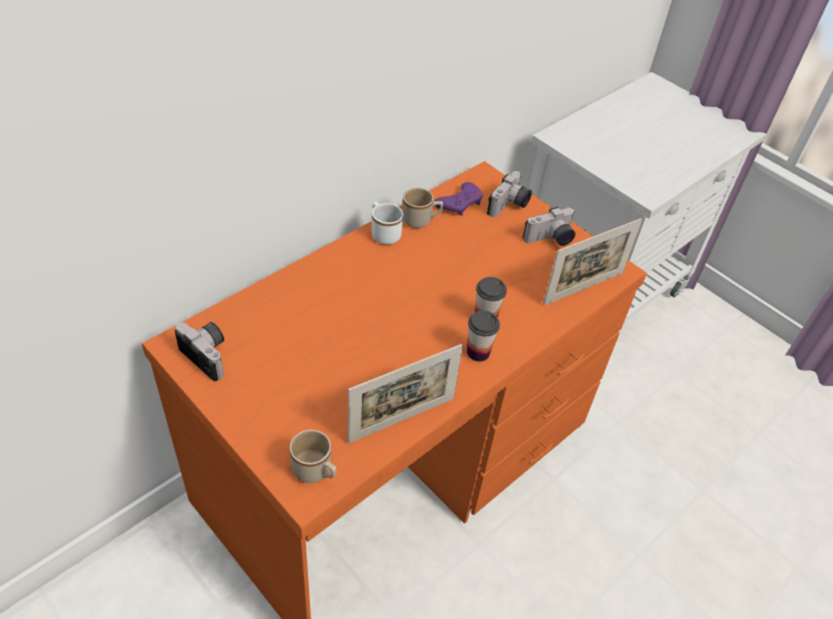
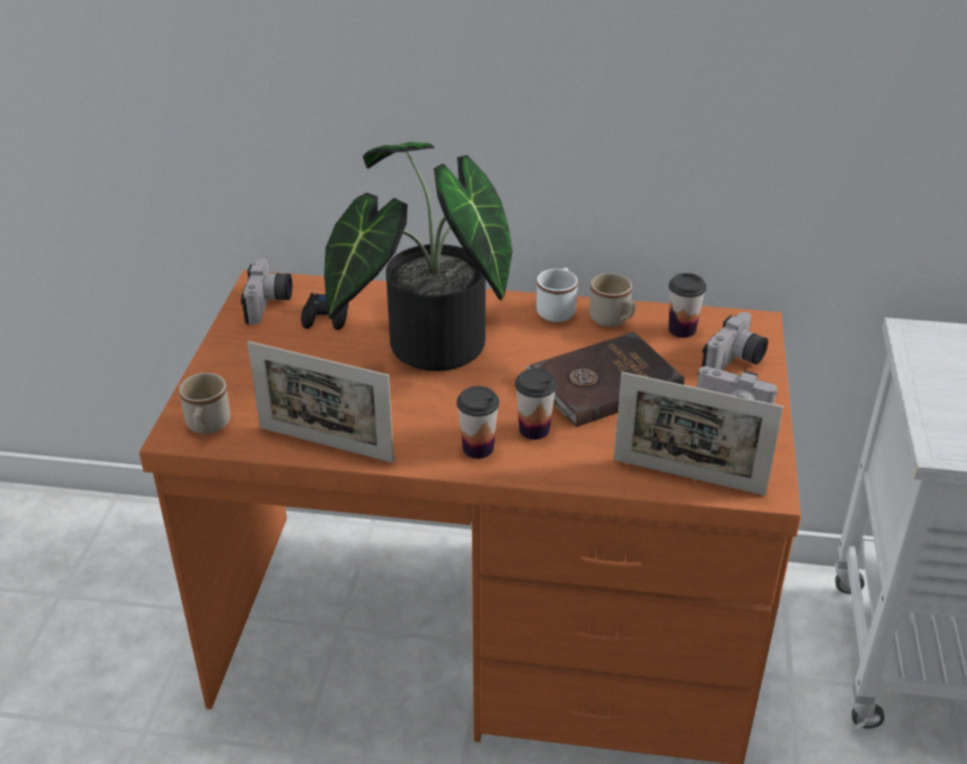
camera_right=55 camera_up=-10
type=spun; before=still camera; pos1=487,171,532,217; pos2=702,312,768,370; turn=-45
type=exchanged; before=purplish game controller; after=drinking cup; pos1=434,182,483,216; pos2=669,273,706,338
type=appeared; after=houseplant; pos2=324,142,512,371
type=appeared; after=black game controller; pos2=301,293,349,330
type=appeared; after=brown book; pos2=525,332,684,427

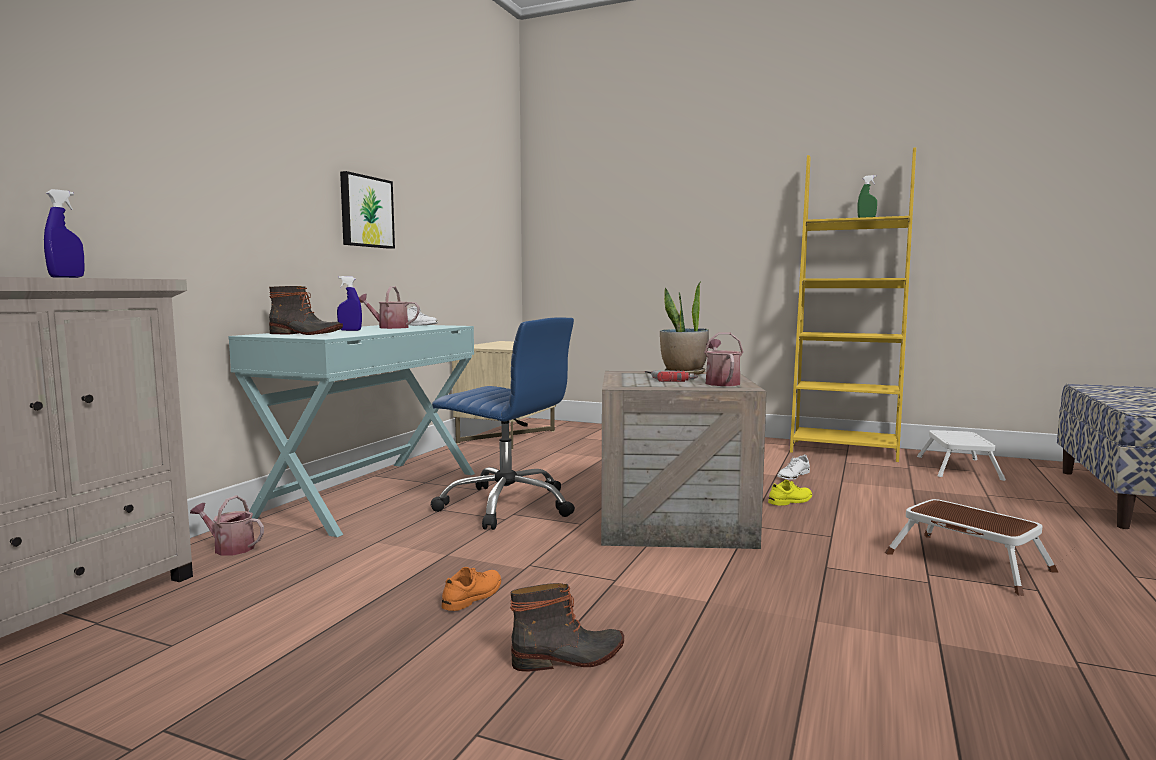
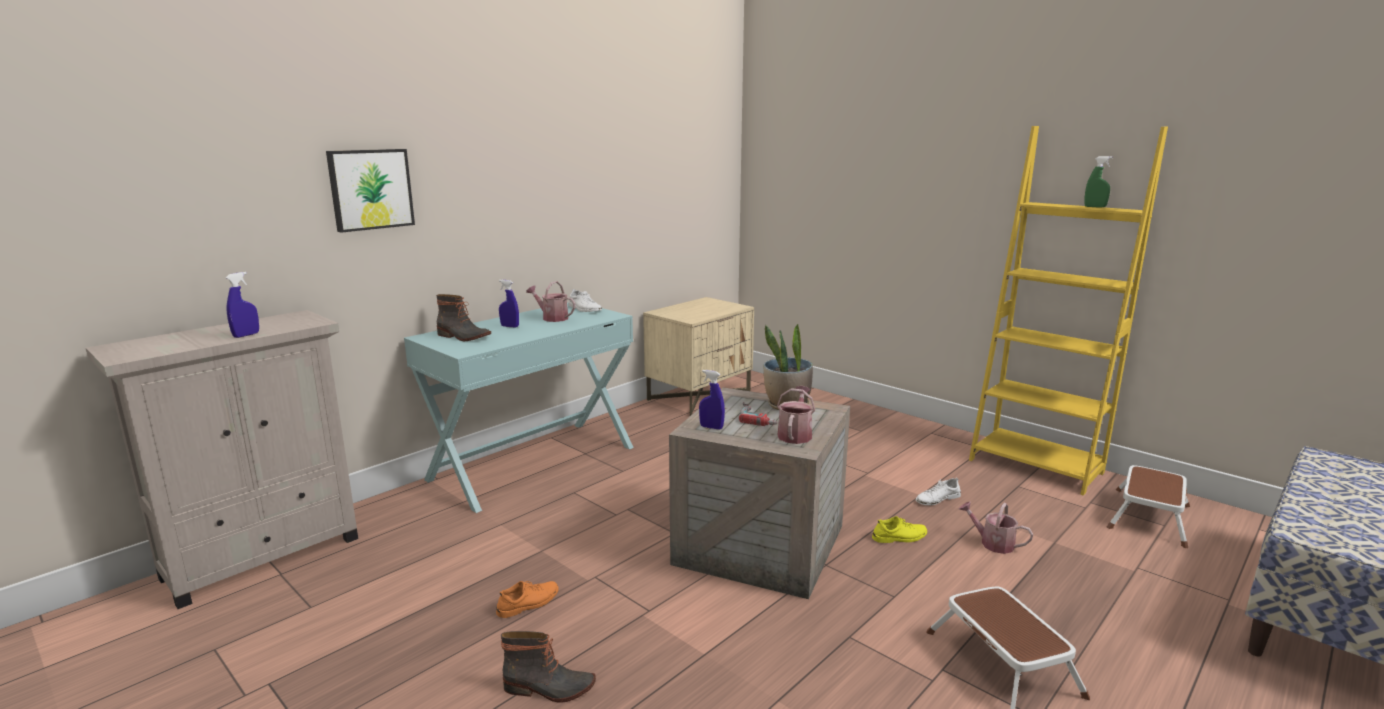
camera_right=20 camera_up=10
type=relocated; before=wall picture; pos1=340,171,395,249; pos2=326,149,415,233
type=missing; before=bluish desk chair; pos1=431,317,575,530
type=colour; before=whitish step ladder; after=brown step ladder; pos1=917,430,1006,481; pos2=1107,465,1190,548
type=relocated; before=watering can; pos1=190,495,264,556; pos2=959,501,1033,554
type=appeared; after=bluish hand sprayer; pos2=699,370,725,430

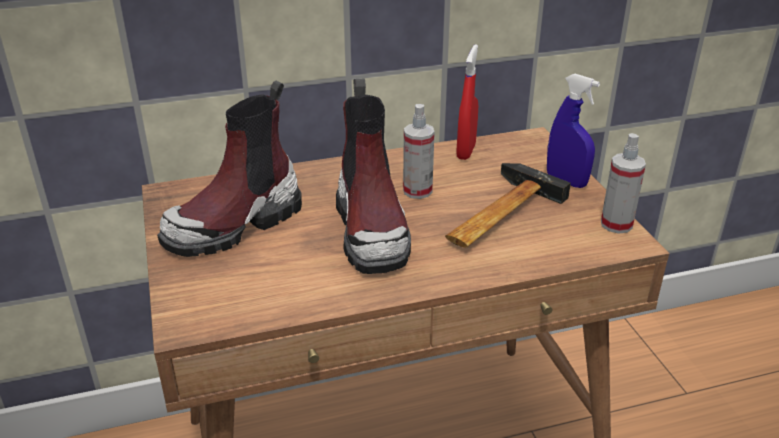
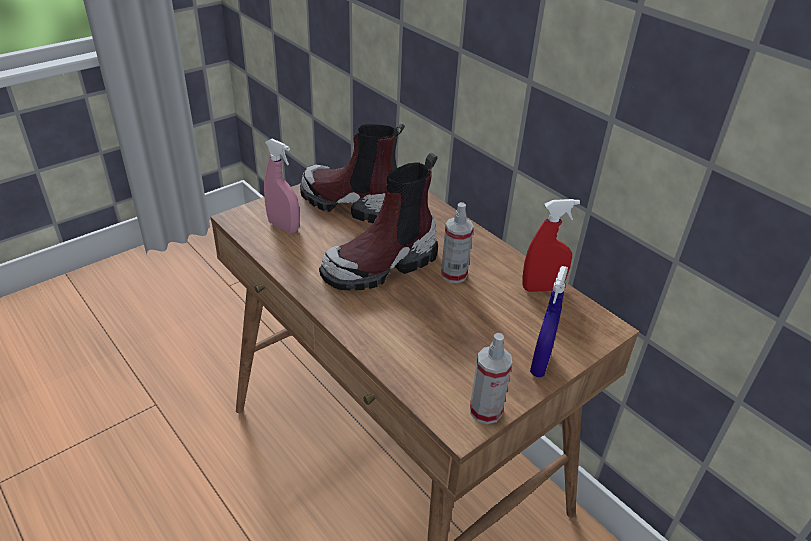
camera_right=65 camera_up=5
type=missing; before=tool hammer; pos1=445,163,571,248
type=appeared; after=pink-coloured hand sprayer; pos2=264,139,299,233

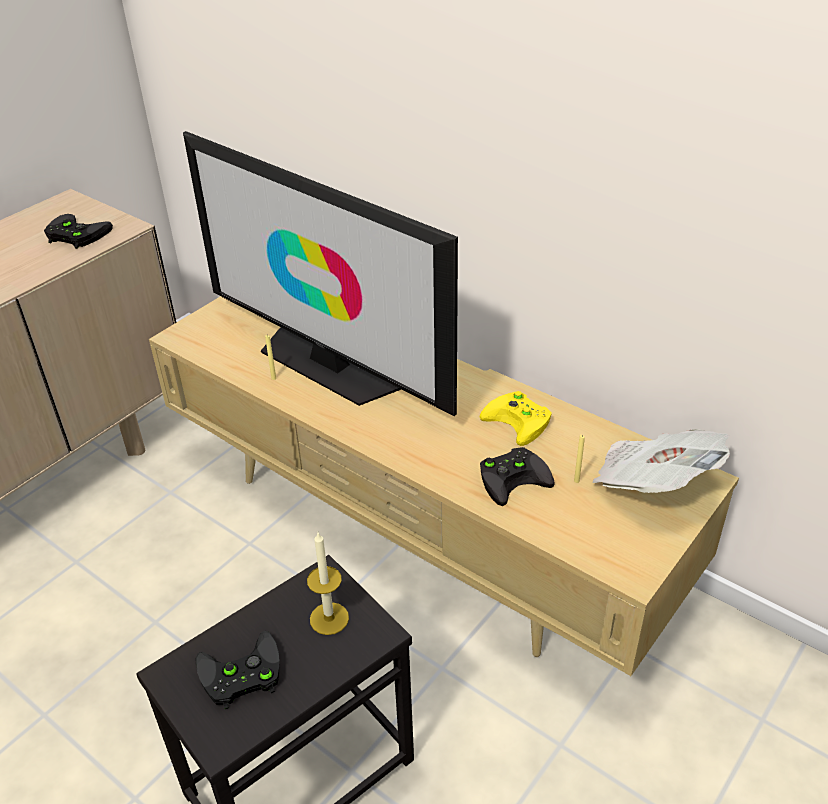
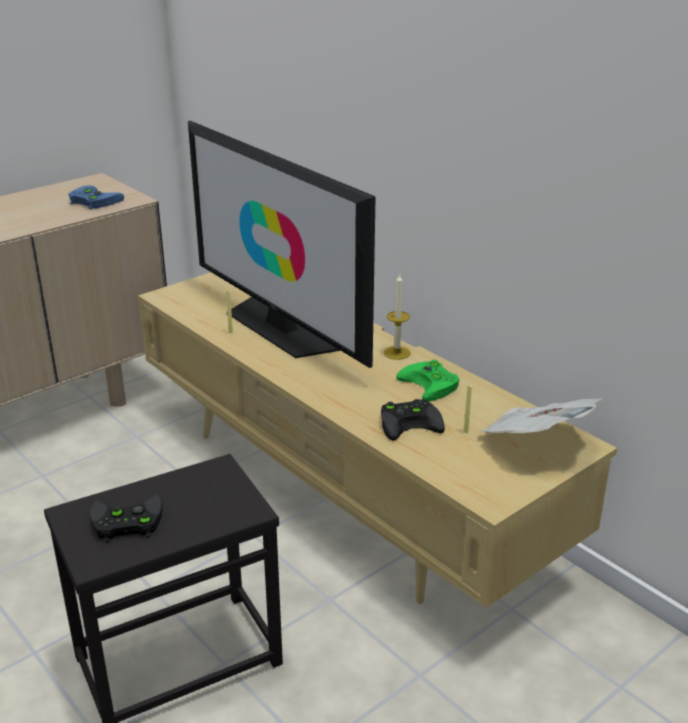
camera_right=10 camera_up=-10
type=colour; before=black game controller; after=bluish game controller; pos1=44,214,113,249; pos2=68,185,124,210
type=colour; before=yellow-coloured game controller; after=green-coloured game controller; pos1=480,391,552,446; pos2=396,360,460,402
type=relocated; before=wax candle; pos1=307,533,349,635; pos2=384,275,410,360

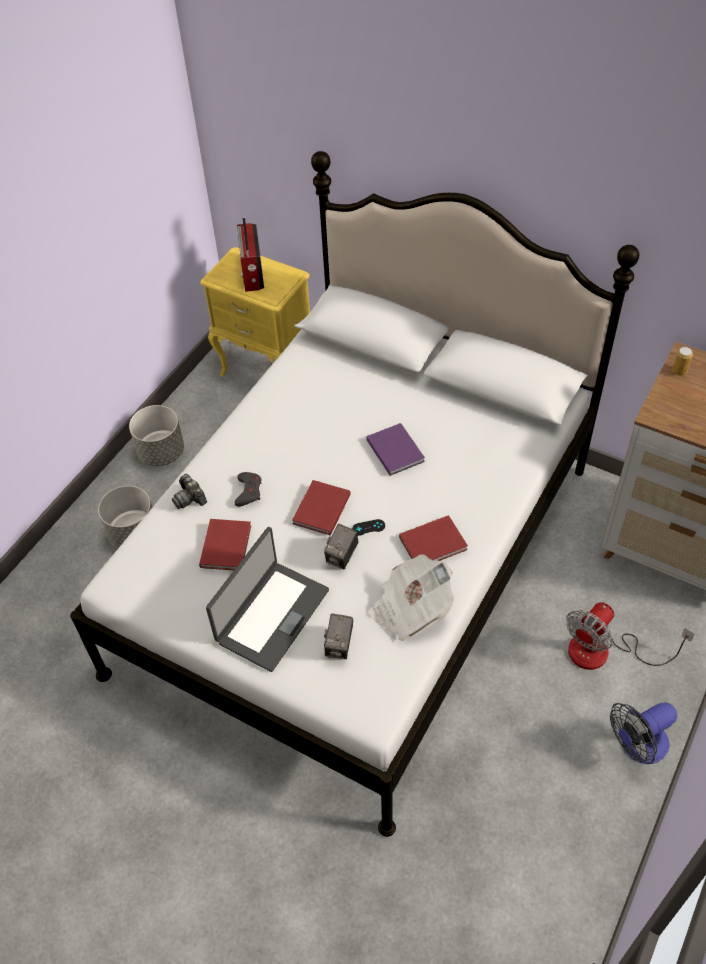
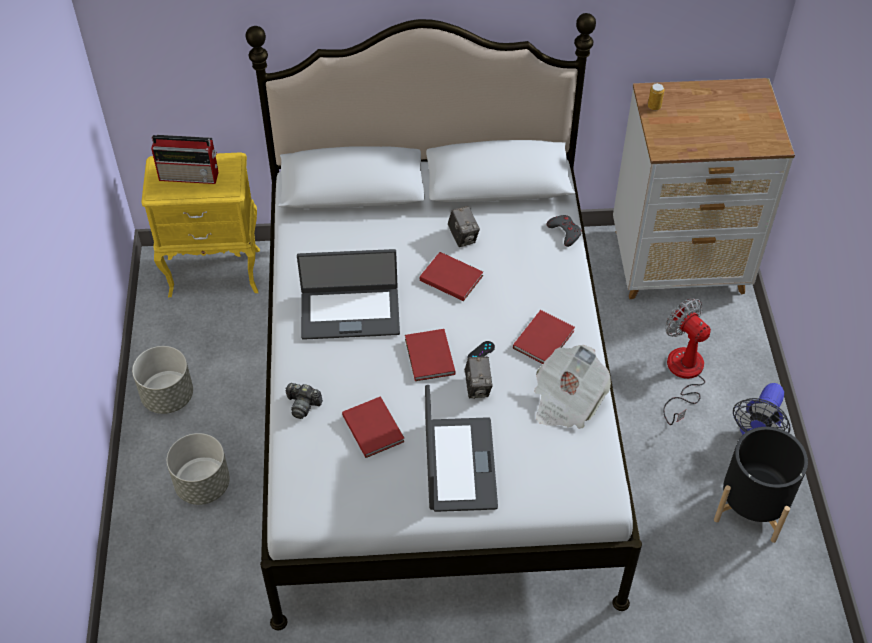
camera_right=-35 camera_up=0
type=spun; before=radio set; pos1=237,218,264,292; pos2=151,135,219,184; turn=-45
type=colour; before=purplish book; after=red-coloured book; pos1=367,423,425,476; pos2=420,252,483,301
type=relocated; before=greyish game controller; pos1=235,472,262,507; pos2=546,215,582,247
type=spun; before=electric fan; pos1=566,602,695,670; pos2=663,298,711,425; turn=135
type=relocated; before=still camera; pos1=324,614,353,659; pos2=448,206,480,247
type=appeared; after=laptop; pos2=297,249,400,340
type=appeared; after=black flower pot; pos2=714,427,808,543

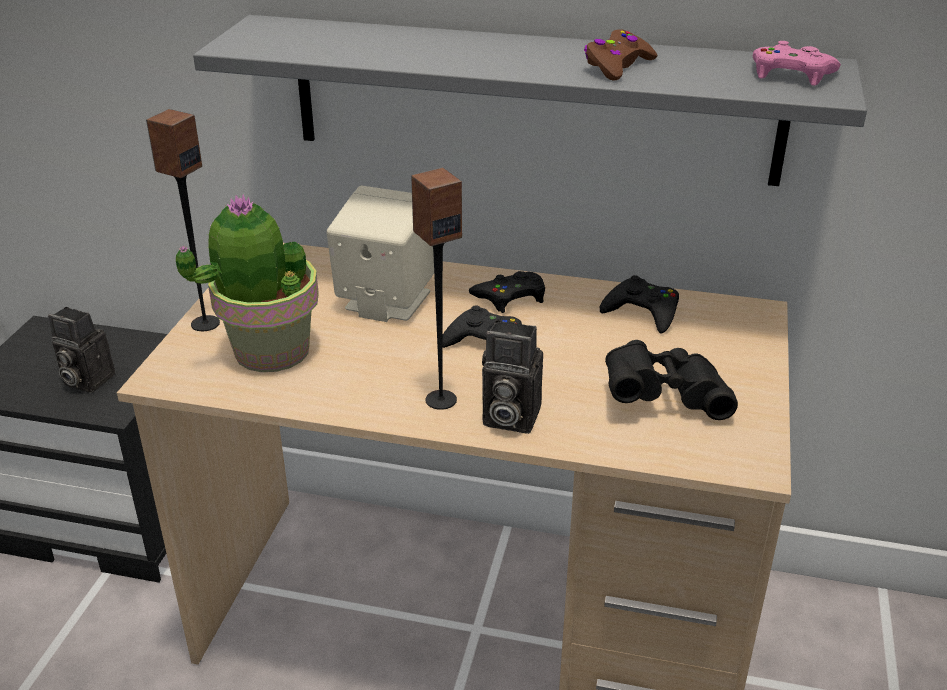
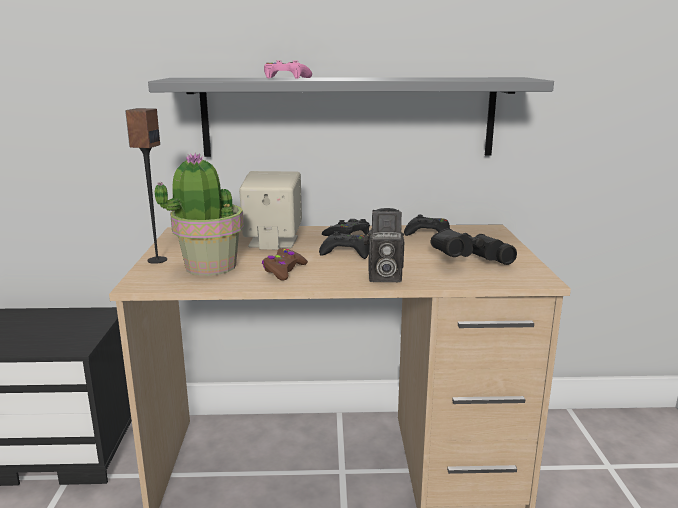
camera_right=-15 camera_up=-15
type=relocated; before=brown game controller; pos1=584,29,657,81; pos2=262,248,308,280
type=relocated; before=pink-coloured game controller; pos1=753,41,841,86; pos2=264,60,312,79
type=missing; before=loudspeaker; pos1=411,168,462,410
type=missing; before=still camera; pos1=48,307,115,393

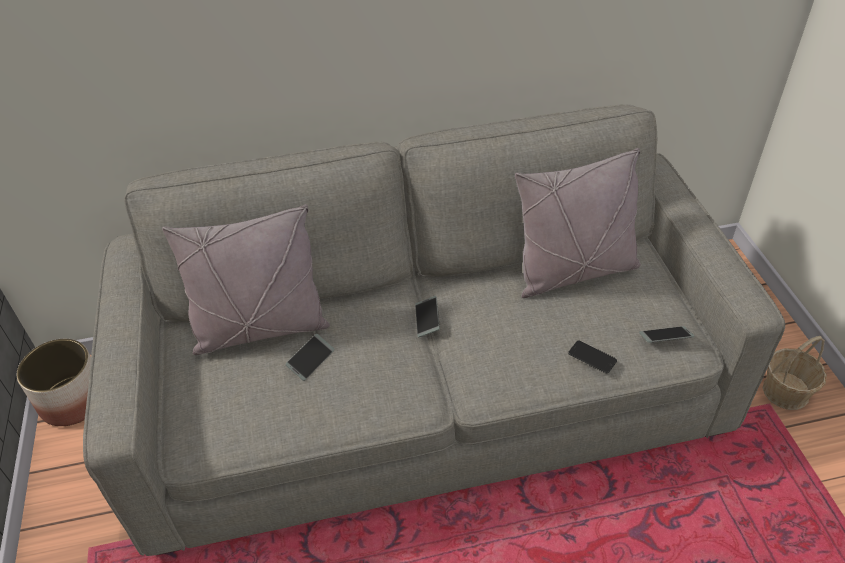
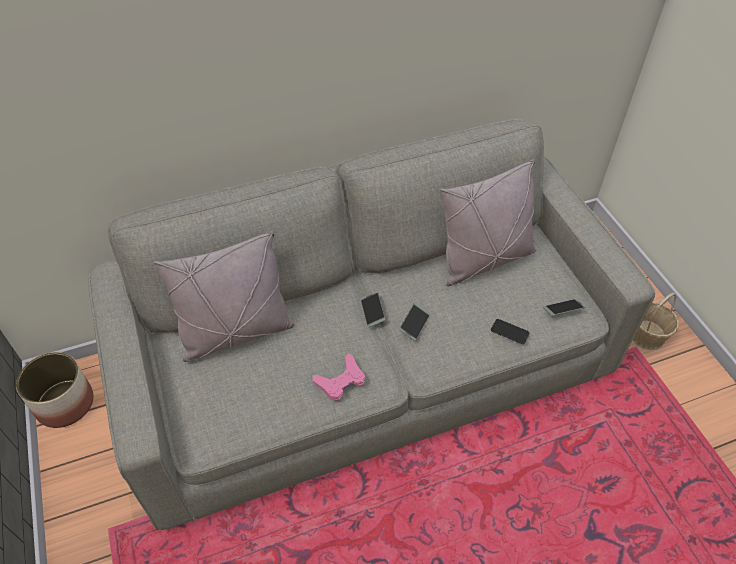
camera_right=-10 camera_up=5
type=relocated; before=handset; pos1=286,334,334,381; pos2=399,302,430,341
type=appeared; after=pink-coloured game controller; pos2=313,353,365,401

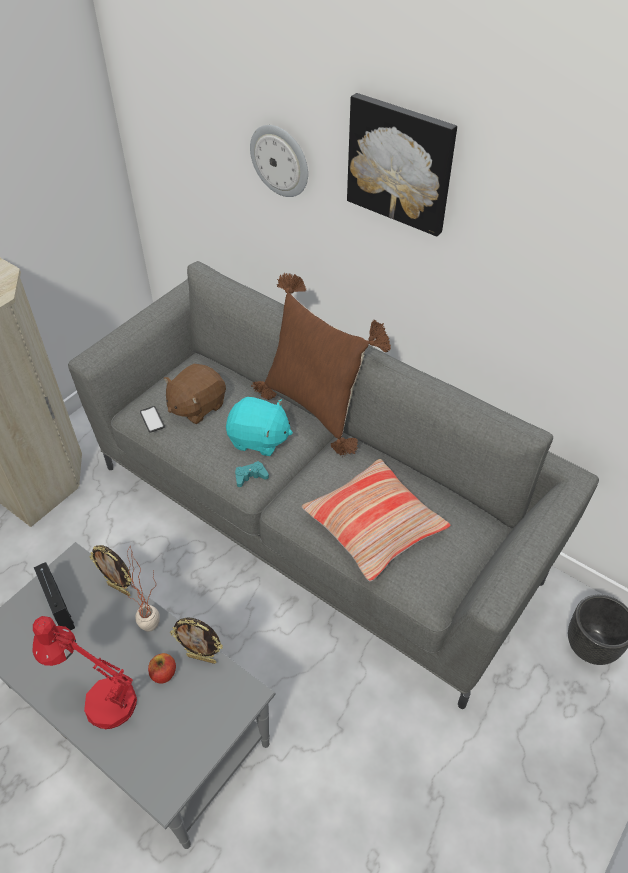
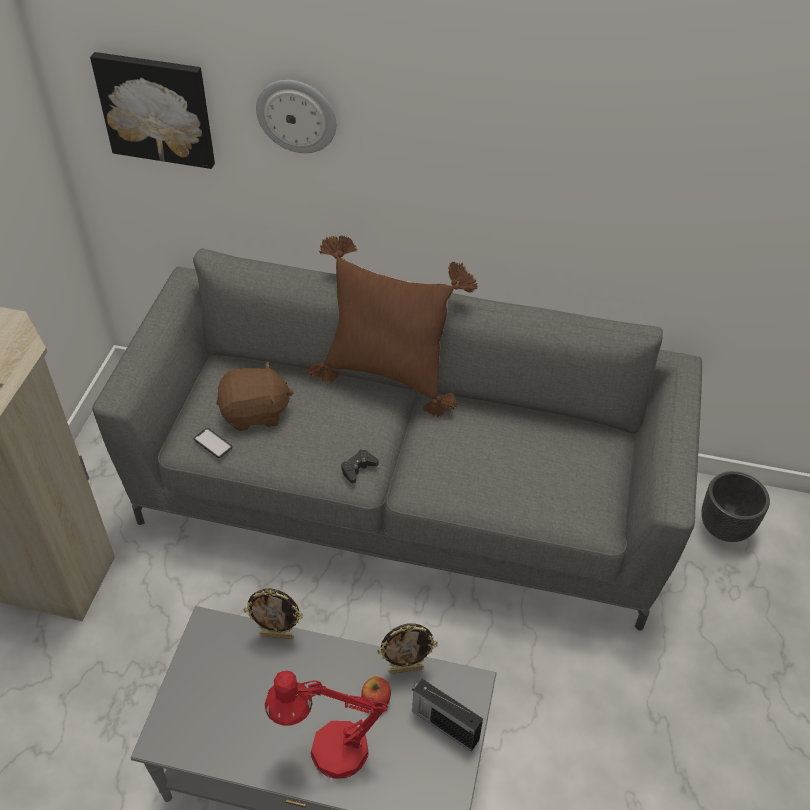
camera_right=-25 camera_up=0
type=relocated; before=wall picture; pos1=347,93,457,236; pos2=90,52,215,169
type=spun; before=brown cuddly toy; pos1=164,364,226,424; pos2=216,361,294,431; turn=-120
type=missing; before=blue-green cuddly toy; pos1=226,397,293,456
type=missing; before=cushion; pos1=301,459,451,582
type=colour; before=blue-green game controller; after=black game controller; pos1=235,461,269,487; pos2=341,449,379,483
type=missing; before=houseplant; pos1=120,545,160,632
type=relocated; before=radio set; pos1=34,562,75,630; pos2=412,679,483,751

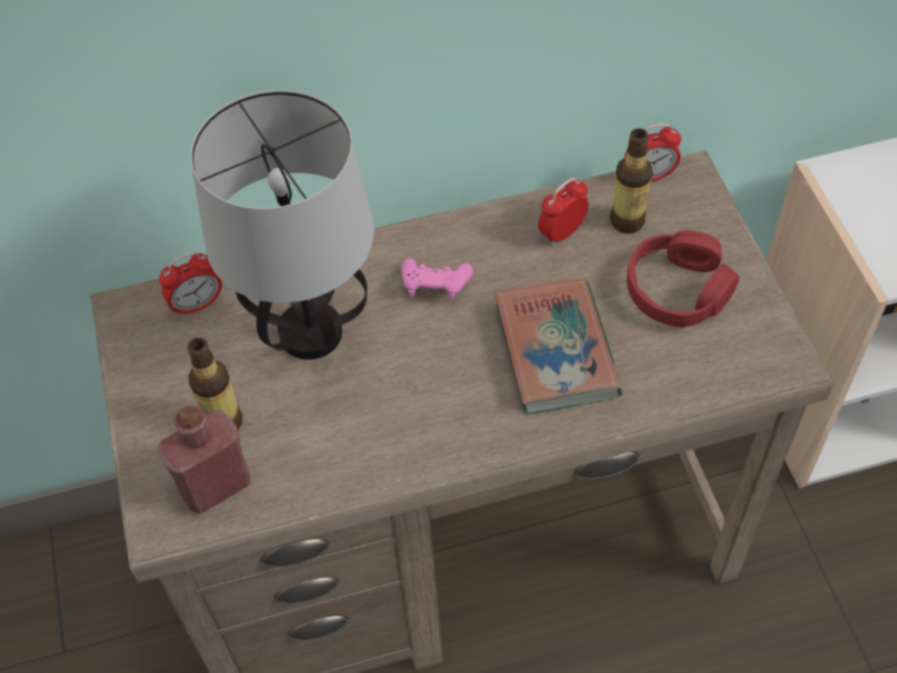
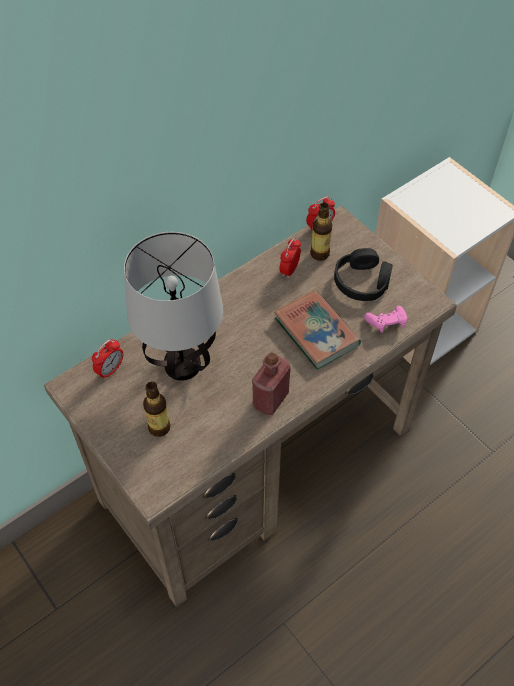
camera_right=-25 camera_up=0
type=colour; before=red-coloured pair of headphones; after=black pair of headphones; pos1=627,230,739,327; pos2=334,248,393,301
type=relocated; before=pink-coloured game controller; pos1=401,259,473,300; pos2=364,306,407,333
type=relocated; before=red-coloured bottle; pos1=158,405,250,514; pos2=252,352,291,415

